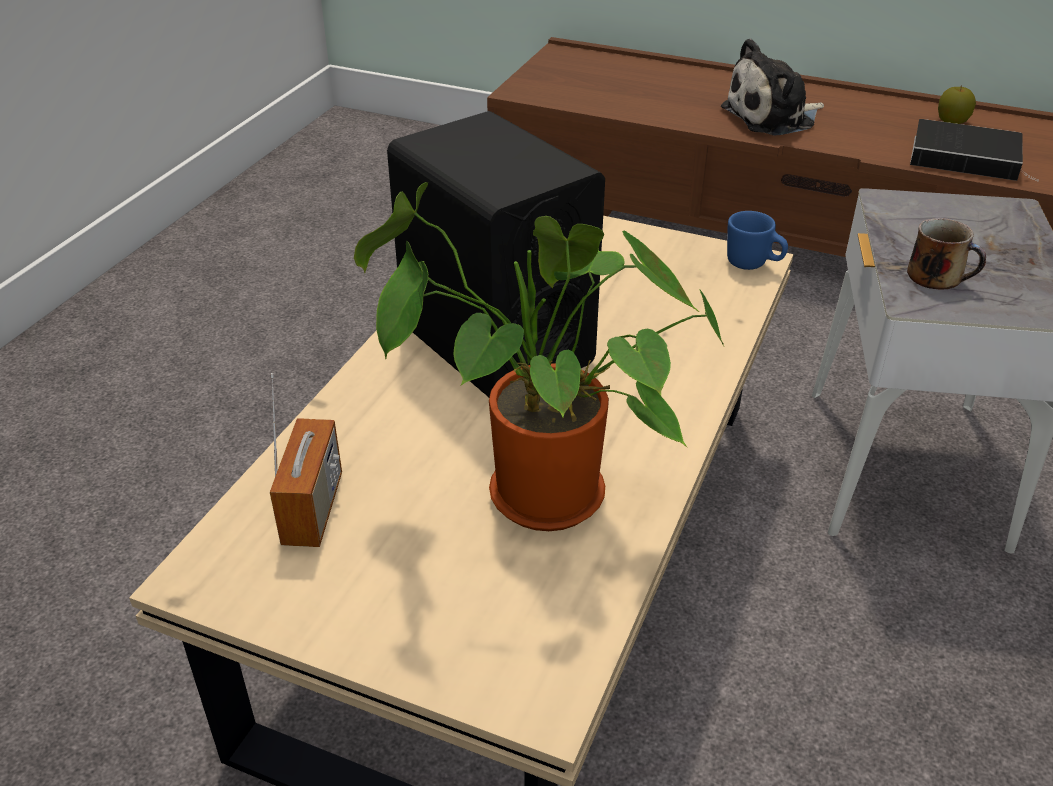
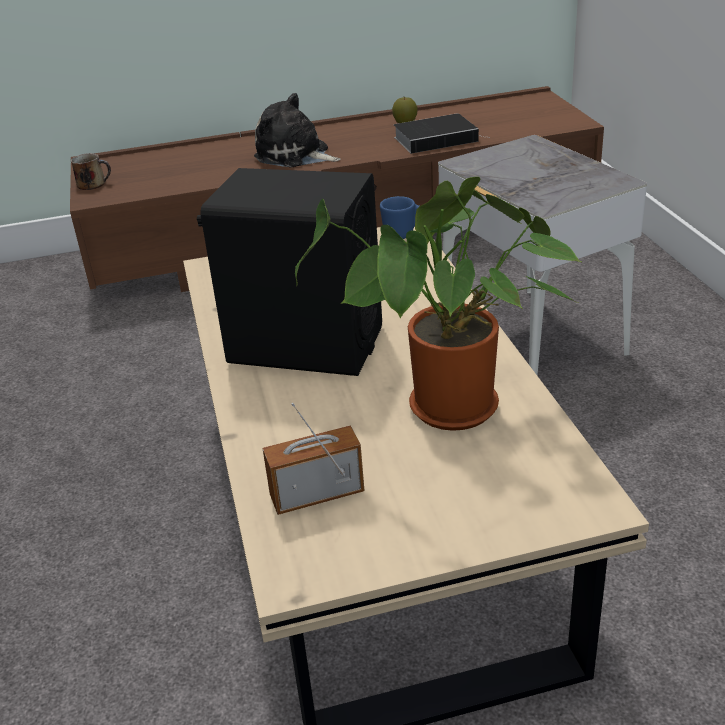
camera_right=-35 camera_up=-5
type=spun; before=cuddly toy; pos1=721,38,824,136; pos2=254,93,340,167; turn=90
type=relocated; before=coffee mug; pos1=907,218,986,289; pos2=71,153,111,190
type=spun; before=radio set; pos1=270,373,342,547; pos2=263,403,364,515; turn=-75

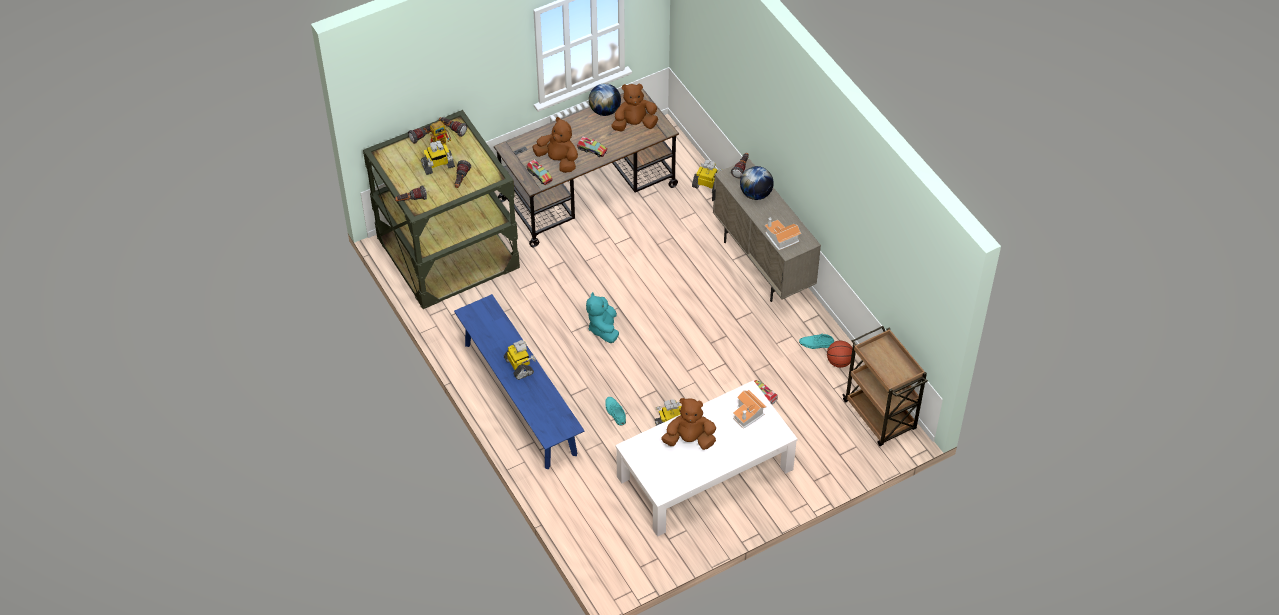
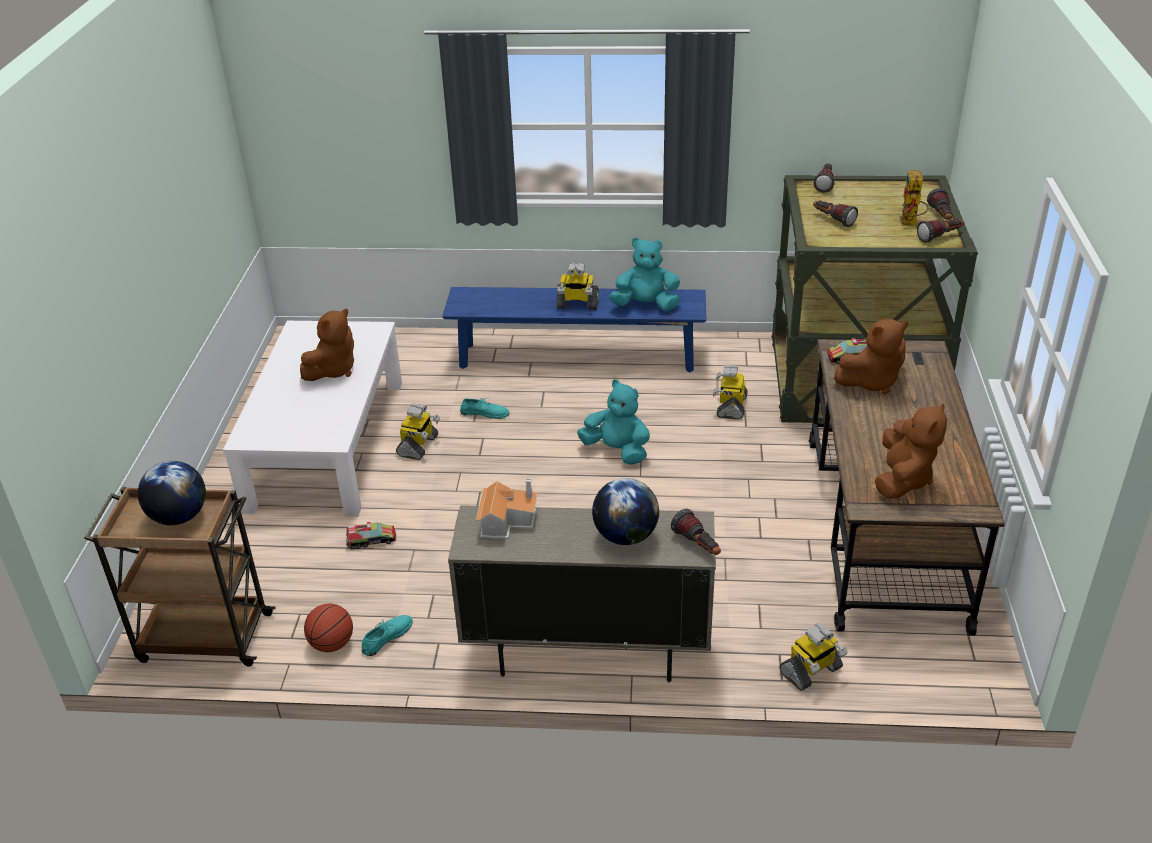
camera_right=125 camera_up=-15
type=relocated; before=world globe; pos1=589,83,621,116; pos2=138,461,206,525
type=missing; before=toy truck; pos1=577,136,607,157
type=relocated; before=toy robot; pos1=421,141,455,175; pos2=713,364,748,420
type=missing; before=model house; pos1=733,390,766,429
type=appeared; after=blue-green cuddly toy; pos2=609,238,680,311

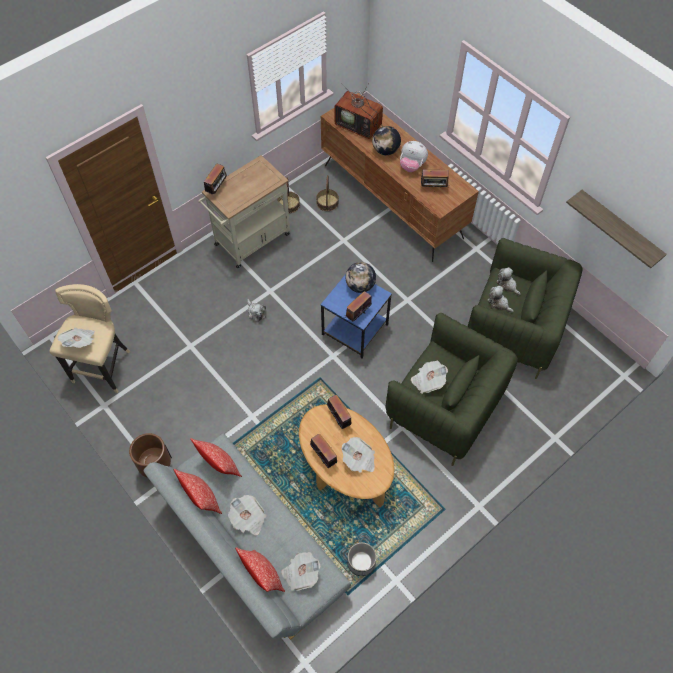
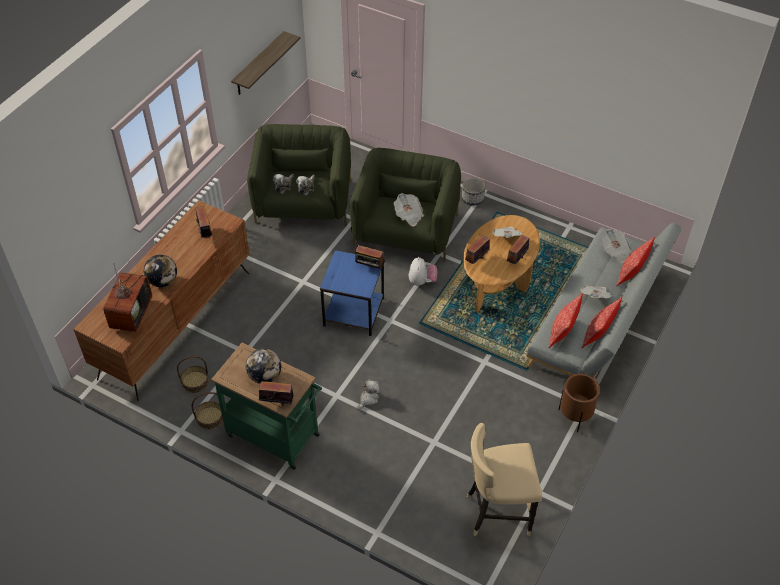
camera_right=-110 camera_up=-10
type=relocated; before=cuddly toy; pos1=400,141,428,172; pos2=409,257,437,286
type=colour; before=beige trolley; after=green-coloured trolley; pos1=198,155,290,269; pos2=211,343,322,470
type=relocated; before=world globe; pos1=345,262,376,293; pos2=246,348,281,384
type=missing; before=daily paper; pos1=58,328,95,348
type=relocated; before=flower pot; pos1=347,542,376,576; pos2=462,178,485,205

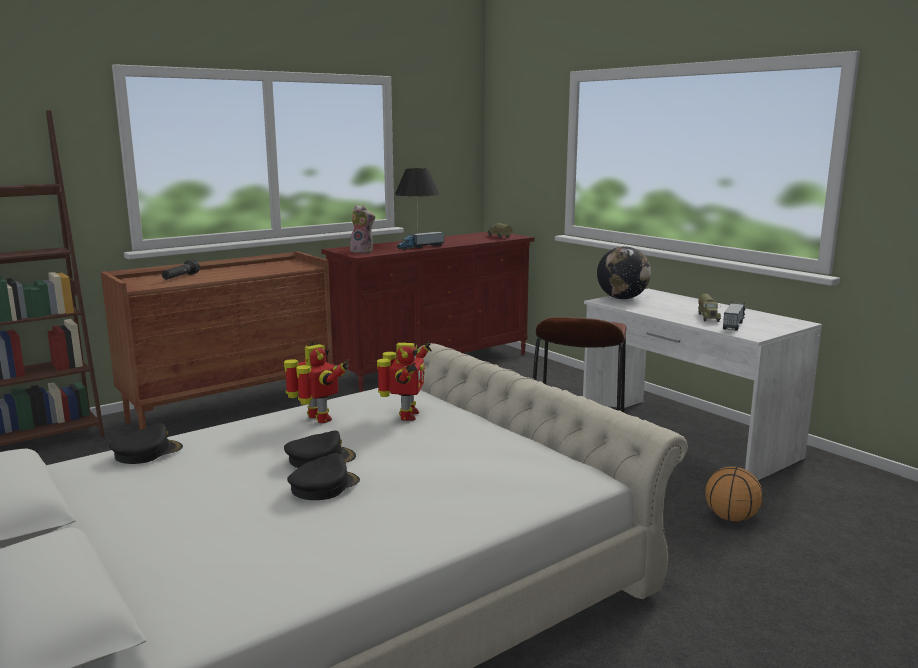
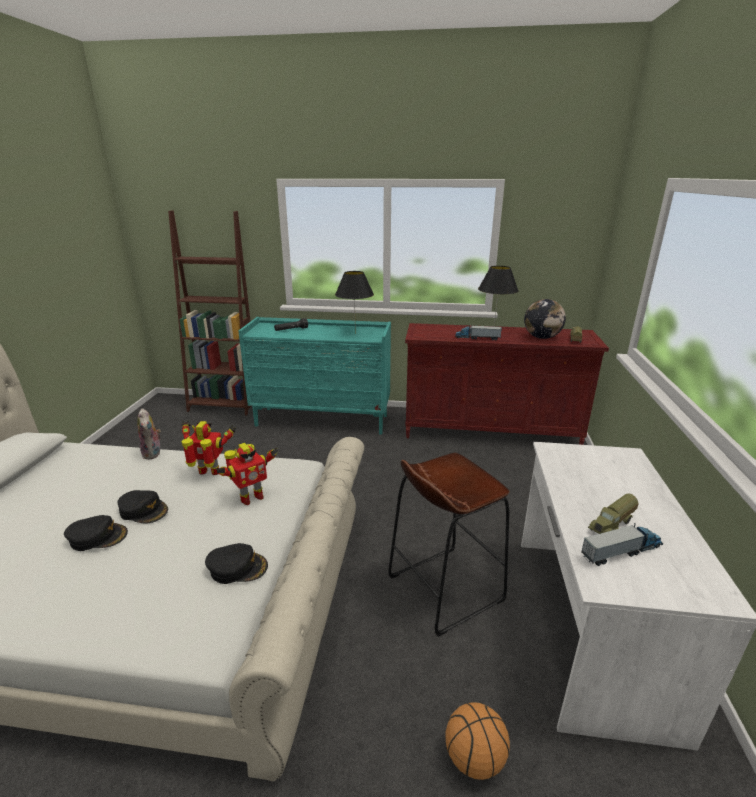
camera_right=45 camera_up=10
type=relocated; before=cuddly toy; pos1=350,205,375,253; pos2=137,408,161,459
type=relocated; before=world globe; pos1=597,246,651,299; pos2=524,299,566,339
type=colour; before=brown cupboard; after=blue-green cupboard; pos1=101,251,333,430; pos2=238,317,391,435
type=spun; before=toy robot; pos1=284,342,349,423; pos2=182,421,236,475; turn=-90
type=relocated; before=black peaked cap; pos1=109,423,183,464; pos2=205,543,268,584
type=appeared; after=black tabletop lamp; pos2=335,271,374,334

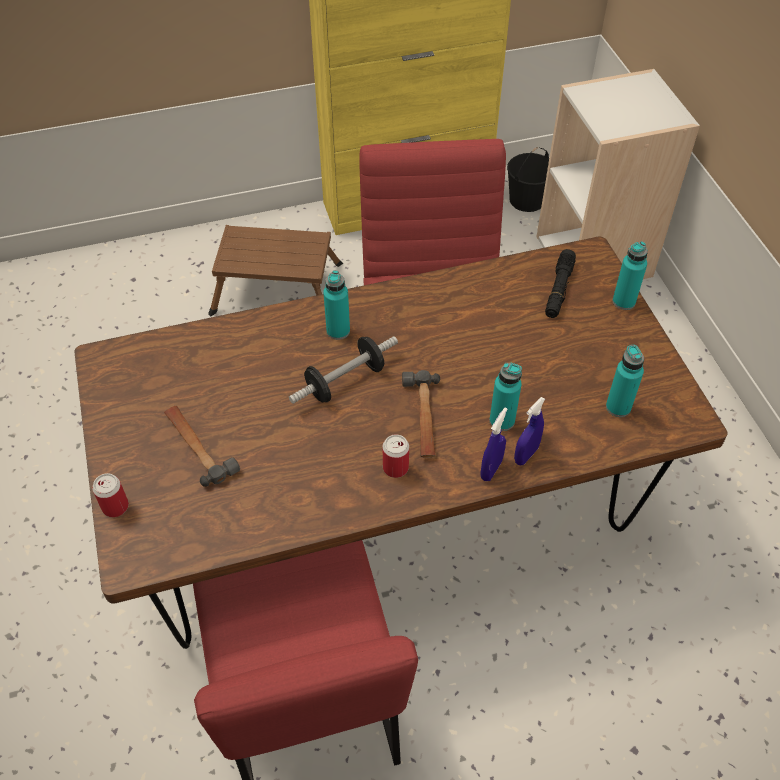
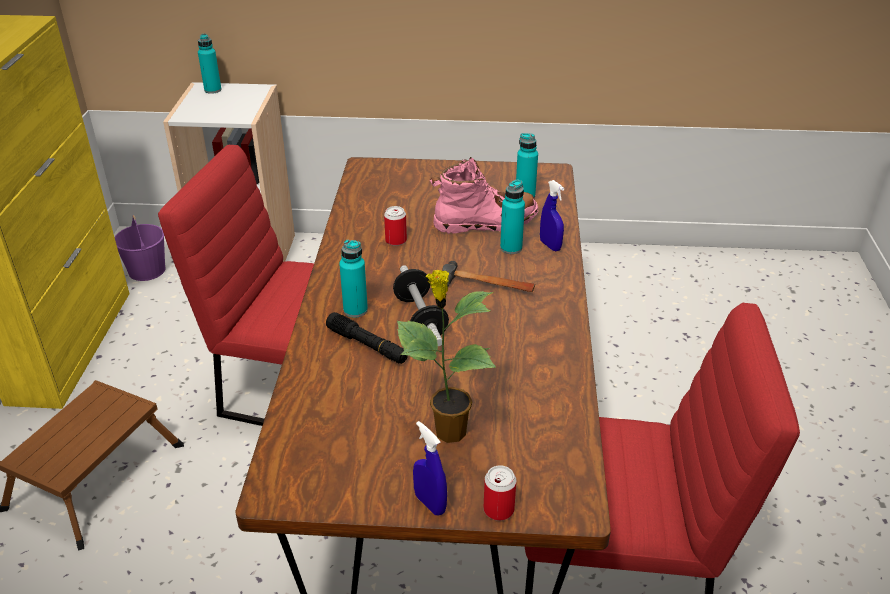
camera_right=-70 camera_up=-15
type=colour; before=black pail; after=purplish pail; pos1=507,147,549,212; pos2=115,215,166,281
type=relocated; before=blue-green bottle; pos1=613,241,648,310; pos2=198,34,222,94
type=relocated; before=black flashlight; pos1=545,249,576,318; pos2=326,312,408,364
type=exchanged; before=tool hammer; after=houseplant; pos1=164,406,240,487; pos2=397,270,496,443
type=relocated; before=bluish hand sprayer; pos1=480,407,508,481; pos2=413,421,447,516
type=relocated; before=can; pos1=383,434,409,478; pos2=384,206,407,246
type=appeared; after=pink-coloured high-top boot; pos2=430,157,538,234

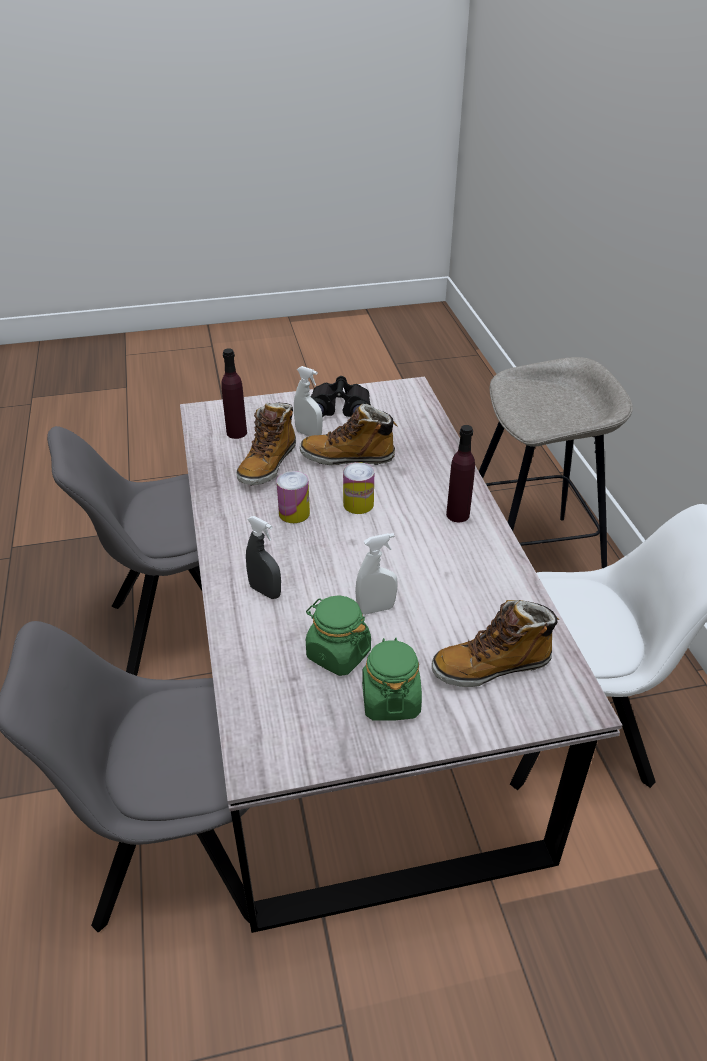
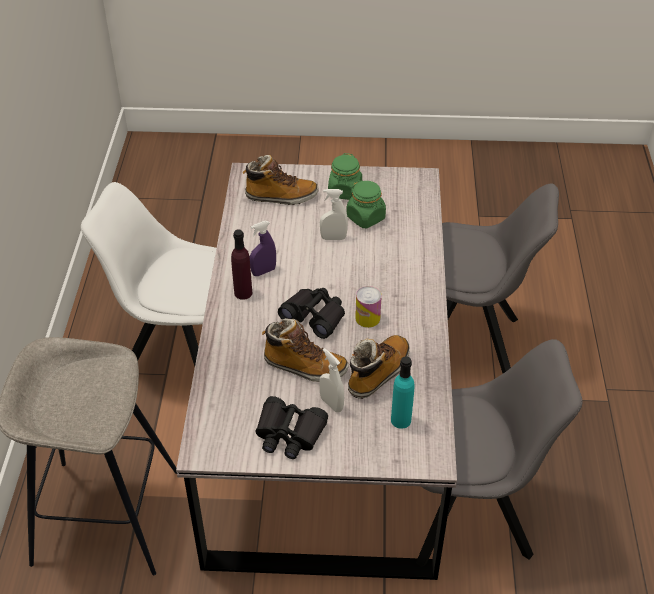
camera_right=-165 camera_up=5
type=colour; before=purplish bottle; after=blue-green bottle; pos1=221,348,247,439; pos2=391,356,415,429
type=exchanged; before=can; after=black field glasses; pos1=343,462,374,514; pos2=278,288,345,339
type=missing; before=greyish hand sprayer; pos1=246,516,281,599
type=appeared; after=purplish hand sprayer; pos2=250,221,276,276

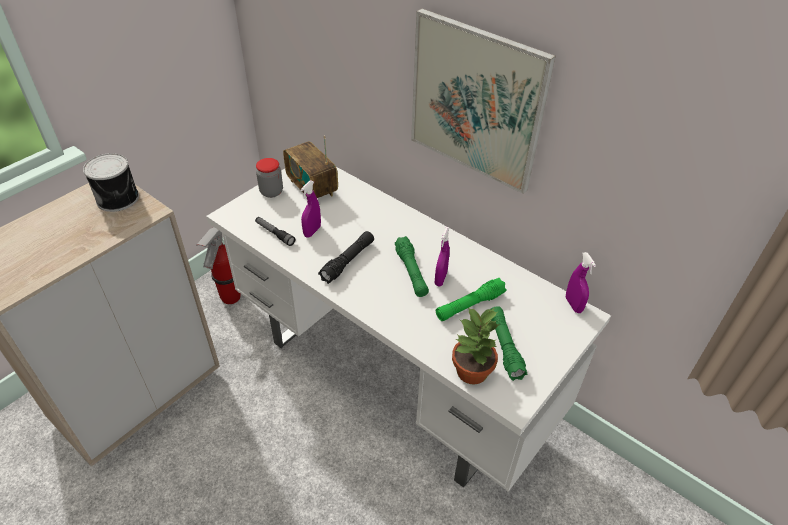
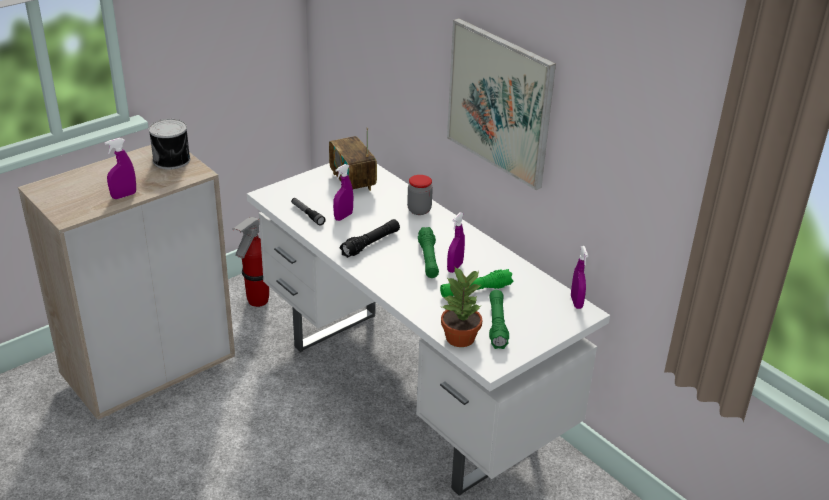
camera_right=10 camera_up=-10
type=relocated; before=jar; pos1=256,158,283,198; pos2=407,175,433,215
type=appeared; after=purplish hand sprayer; pos2=105,138,136,199

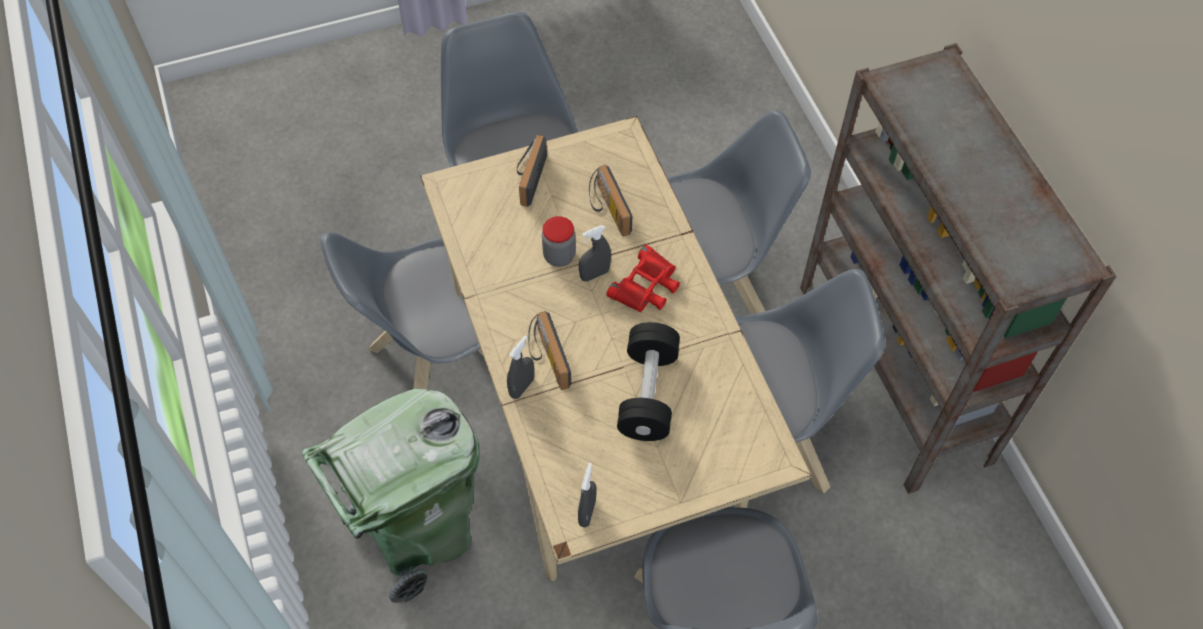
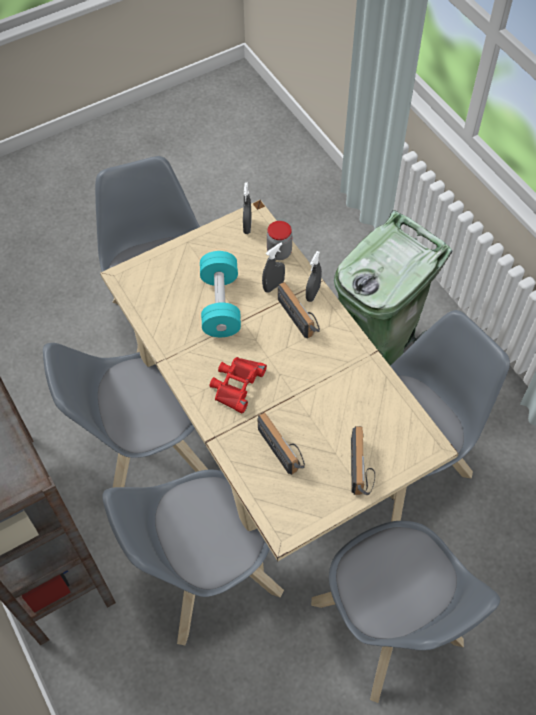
camera_right=170 camera_up=0
type=relocated; before=jar; pos1=542,216,576,267; pos2=267,221,292,260
type=relocated; before=greyish hand sprayer; pos1=579,225,611,282; pos2=262,243,285,293
type=colour; before=black free weight; after=blue-green free weight; pos1=617,322,680,441; pos2=200,251,241,337

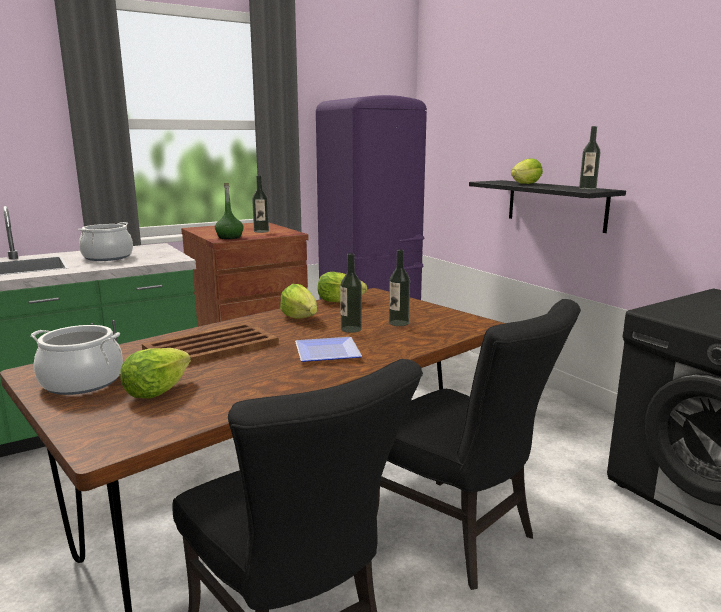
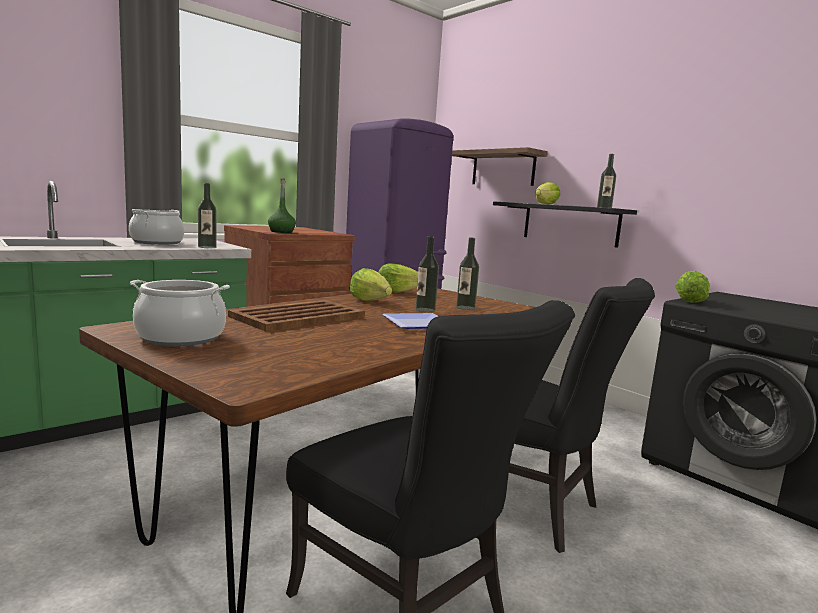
camera_right=-10 camera_up=-5
type=relocated; before=bottle; pos1=252,175,269,233; pos2=198,183,217,248
type=relocated; before=lettuce head; pos1=120,348,191,399; pos2=675,271,710,303
type=appeared; after=bracket shelf; pos2=452,147,548,186

